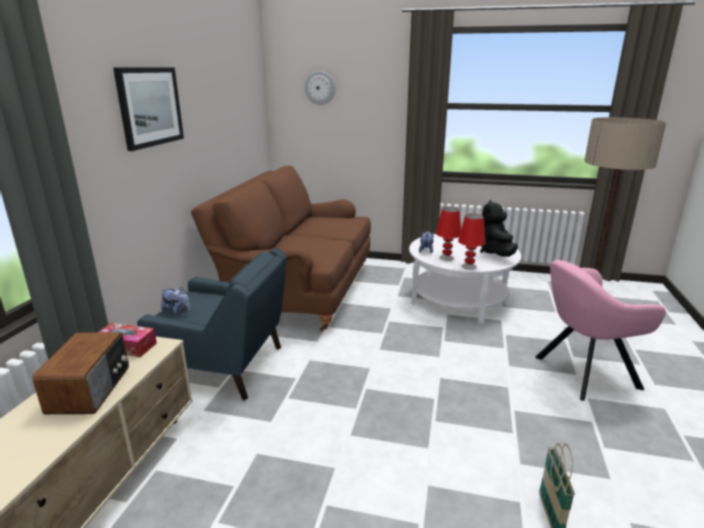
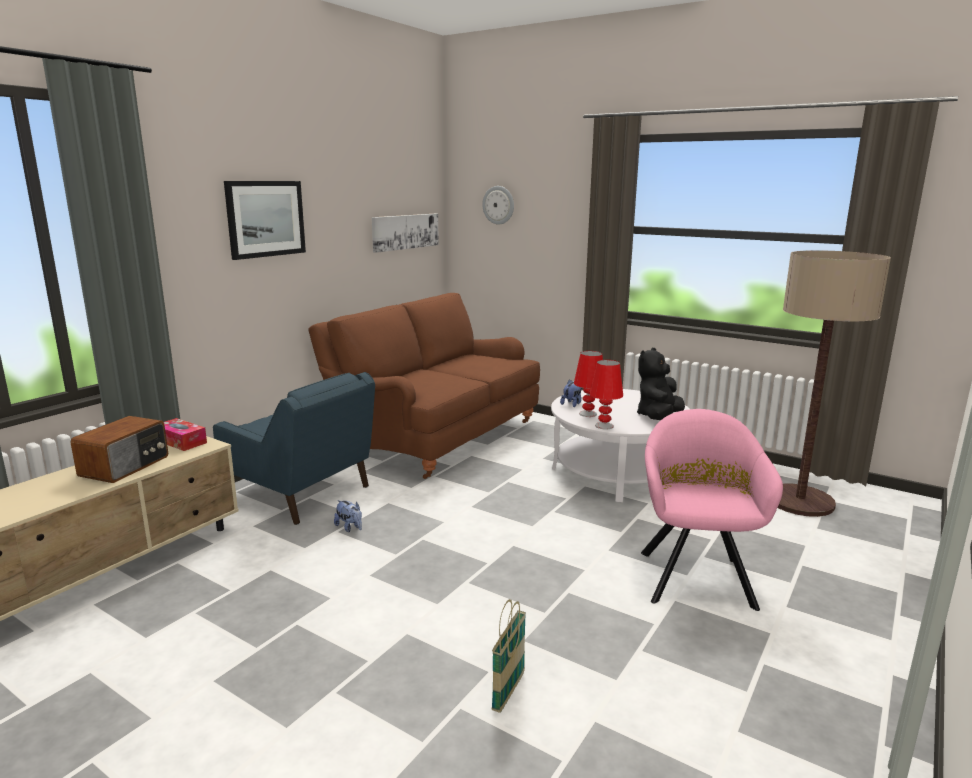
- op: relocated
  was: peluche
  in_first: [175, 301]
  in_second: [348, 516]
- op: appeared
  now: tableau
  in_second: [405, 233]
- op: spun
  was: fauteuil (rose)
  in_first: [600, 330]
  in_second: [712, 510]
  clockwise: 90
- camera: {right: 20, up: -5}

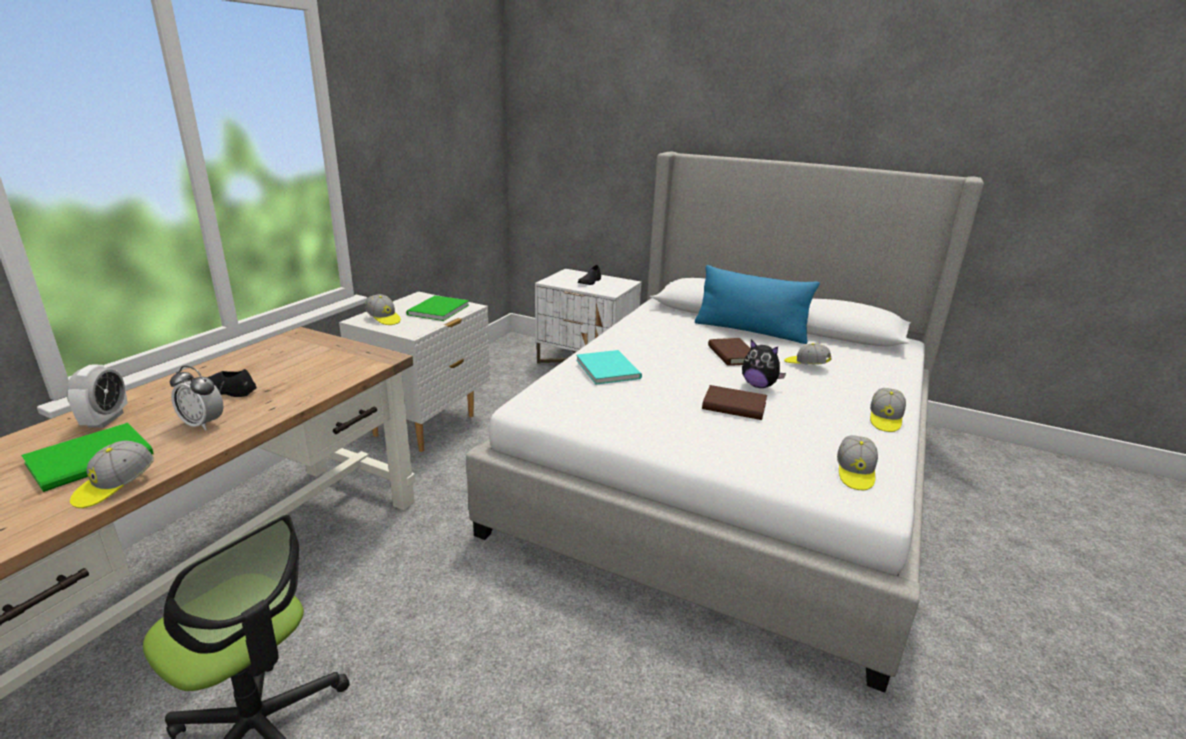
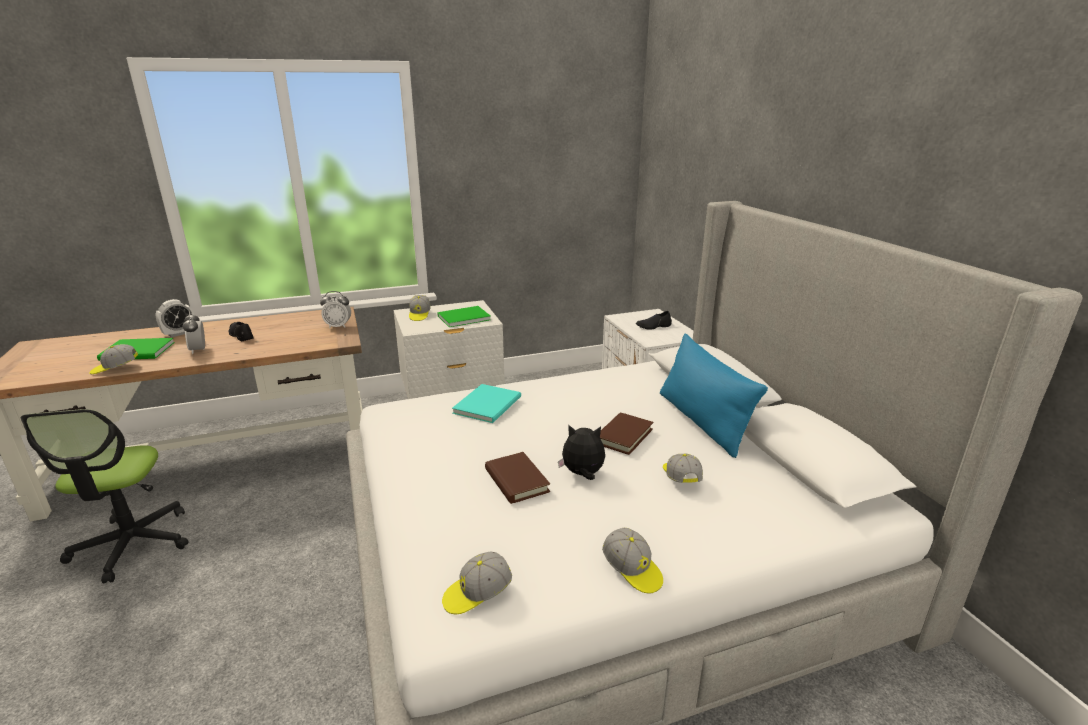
- op: appeared
  now: réveil
  in_second: [335, 309]
- op: spun
  was: peluche
  in_first: [764, 364]
  in_second: [581, 452]
  clockwise: 105
- op: spun
  was: casquette
  in_first: [888, 410]
  in_second: [632, 561]
  clockwise: -105
- camera: {right: 45, up: 0}

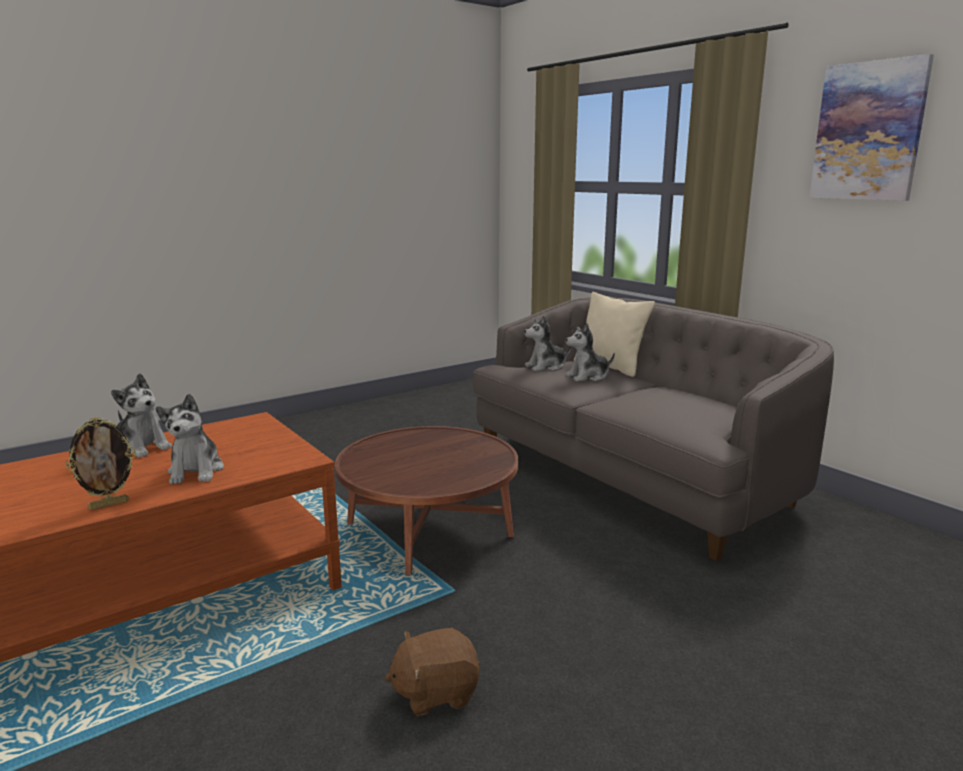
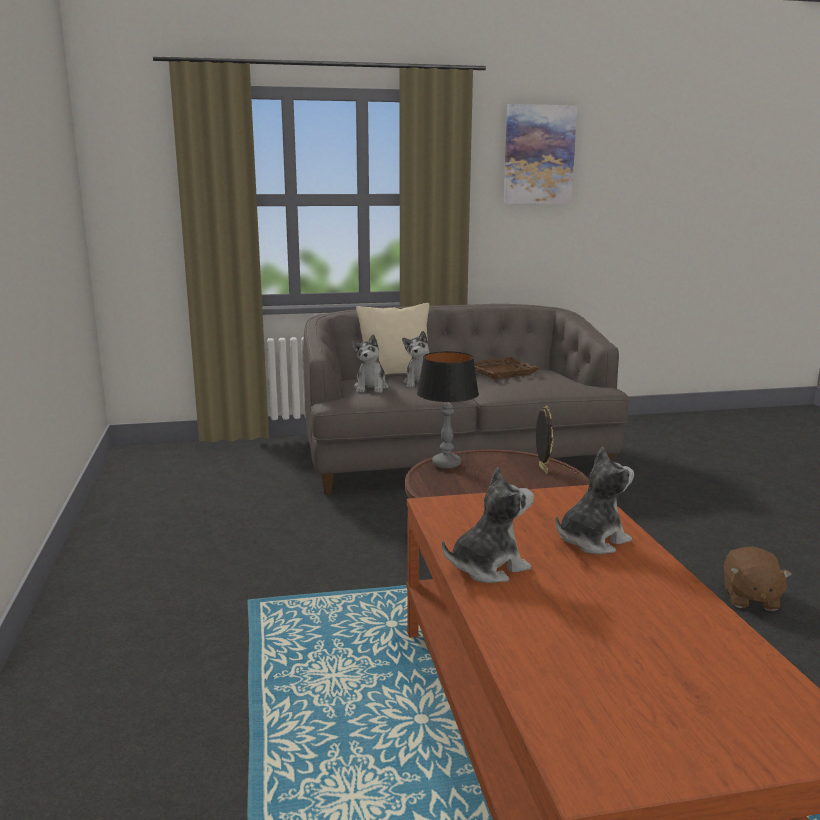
- op: appeared
  now: lampe de table
  in_second: [448, 409]
- op: appeared
  now: plateau (marron)
  in_second: [507, 368]
- op: relocated
  was: cadre photo
  in_first: [101, 463]
  in_second: [545, 439]
- op: spun
  was: peluche
  in_first: [190, 439]
  in_second: [594, 500]
  clockwise: -45
- camera: {right: -65, up: 0}

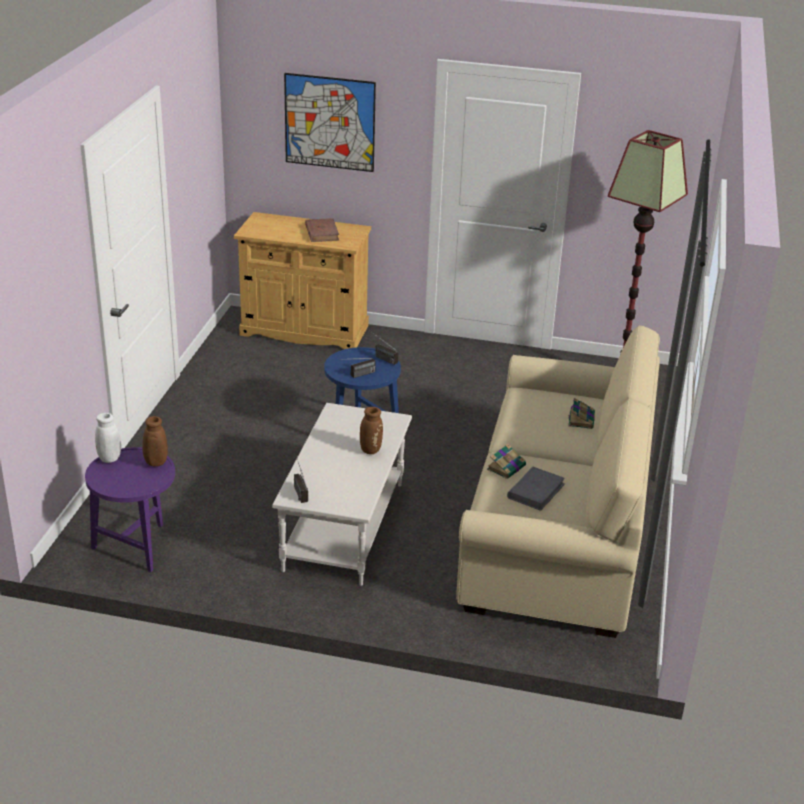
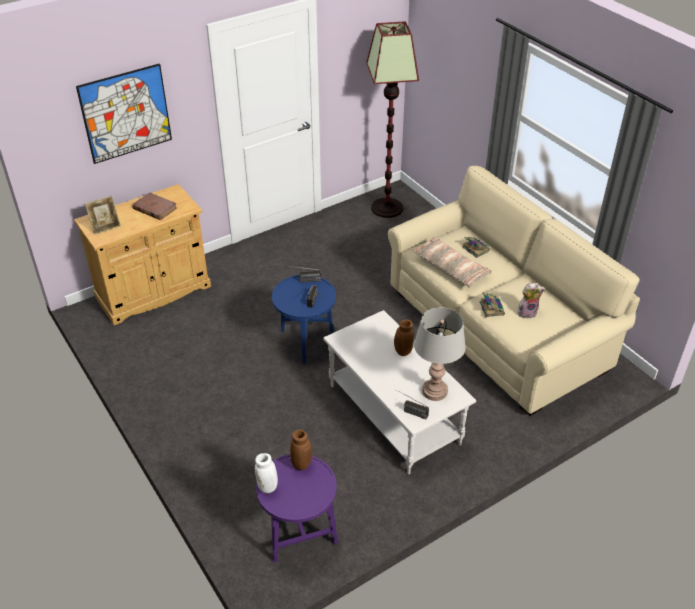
- op: appeared
  now: cadre photo
  in_second: [103, 215]
- op: appeared
  now: coussin
  in_second: [452, 262]
- op: appeared
  now: lampe de table (gris)
  in_second: [440, 354]
- op: exchanged
  was: livre (gris)
  now: peluche
  in_first: [536, 489]
  in_second: [531, 300]
- camera: {right: -45, up: 10}

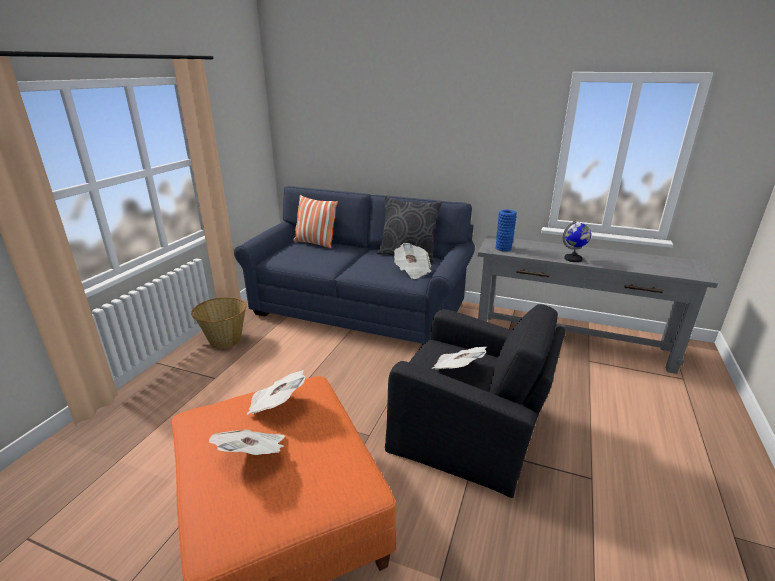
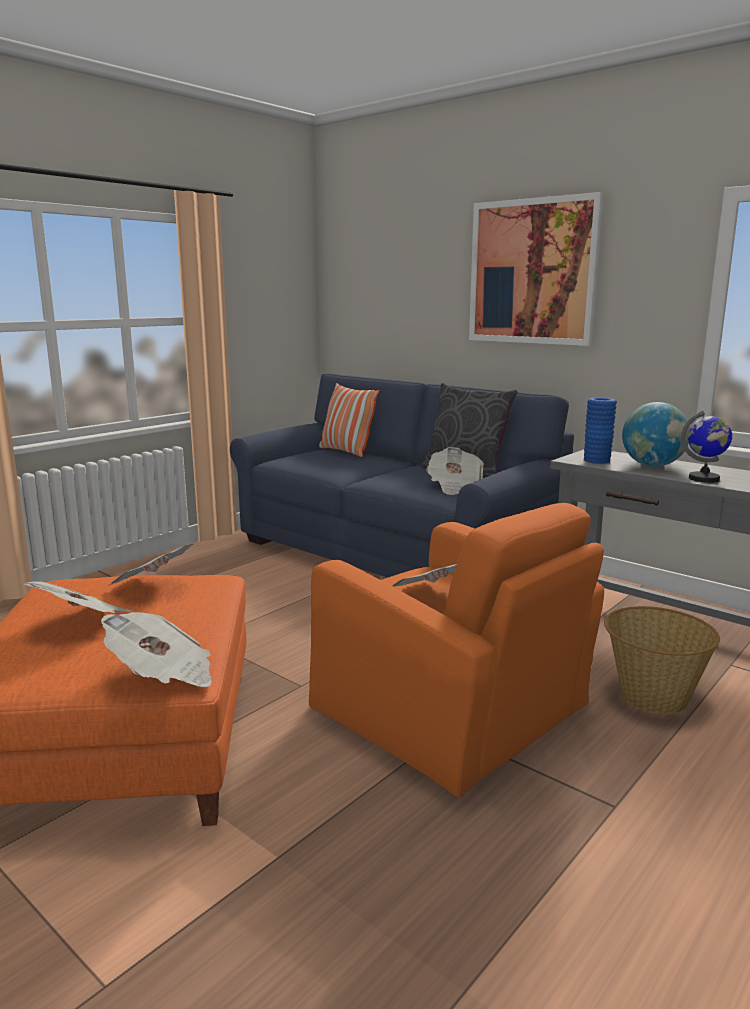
- op: appeared
  now: journal
  in_second: [156, 649]
- op: colour
  was: fauteuil (noir)
  now: fauteuil (orange)
  in_first: [475, 401]
  in_second: [456, 650]
- op: appeared
  now: tableau
  in_second: [536, 269]
- op: relocated
  was: panier
  in_first: [218, 323]
  in_second: [662, 660]
- op: appeared
  now: globe
  in_second: [656, 434]
- camera: {right: 20, up: -10}

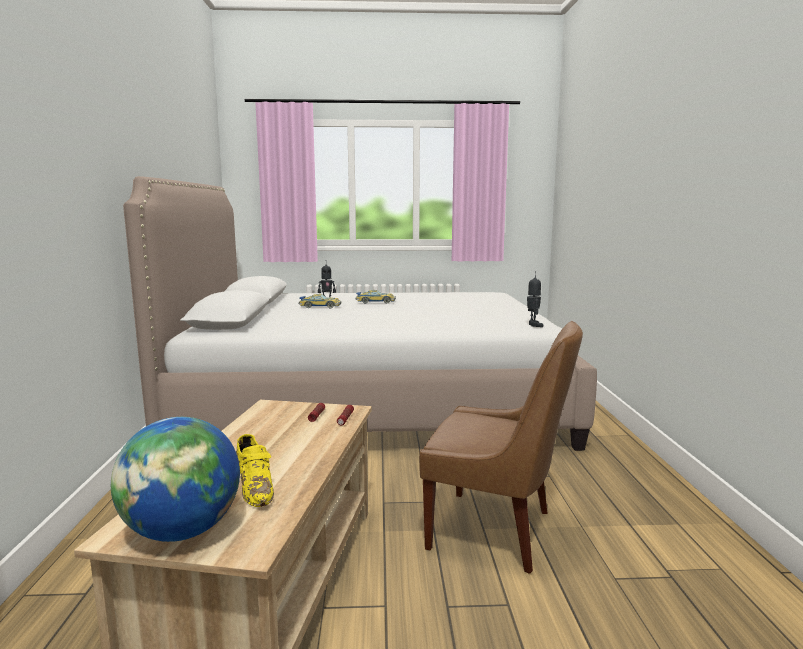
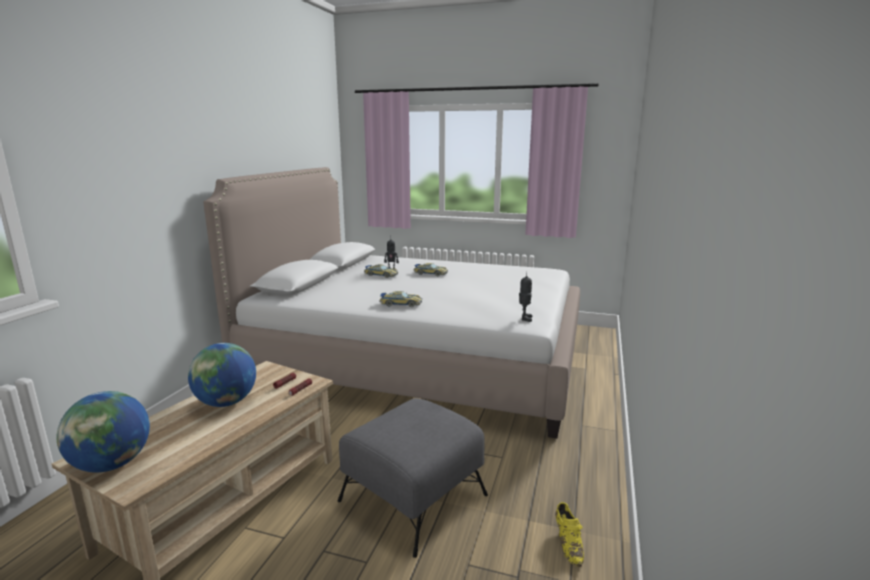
- op: appeared
  now: globe
  in_second: [222, 375]
- op: exchanged
  was: chaise (marron)
  now: pouf (gris)
  in_first: [501, 447]
  in_second: [412, 478]
- op: appeared
  now: petite voiture
  in_second: [400, 299]
- op: relocated
  was: chaussure (jaune)
  in_first: [255, 470]
  in_second: [569, 534]
- camera: {right: 20, up: 5}

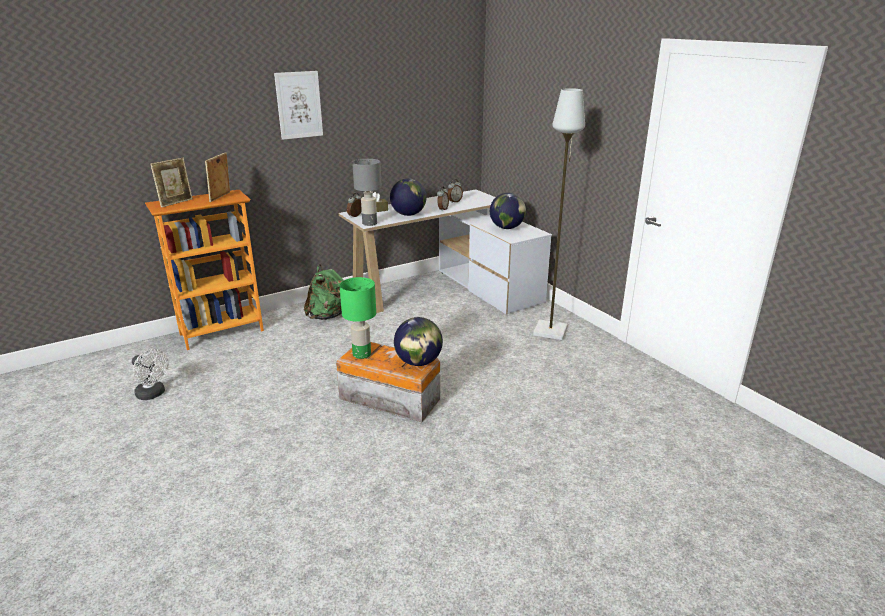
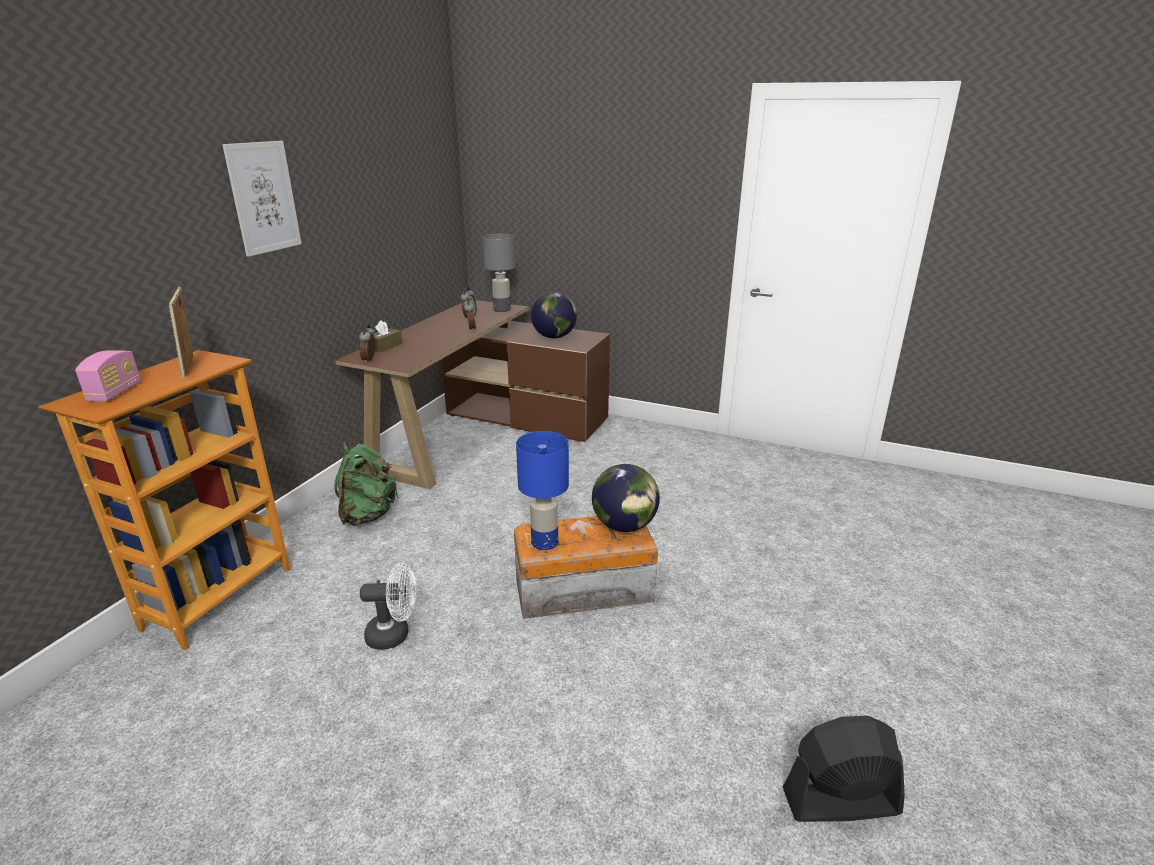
- op: exchanged
  was: cadre photo
  now: radio
  in_first: [172, 183]
  in_second: [108, 376]
- op: colour
  was: bureau (blanc)
  now: bureau (marron)
  in_first: [445, 251]
  in_second: [472, 394]
- op: relocated
  was: ventilateur (blanc)
  in_first: [150, 374]
  in_second: [388, 606]
- op: relocated
  was: lampe de table (gris)
  in_first: [367, 192]
  in_second: [499, 273]
- op: colour
  was: lampe de table (vert)
  now: lampe de table (bleu)
  in_first: [358, 318]
  in_second: [542, 490]
- op: appeared
  now: ventilateur (noir)
  in_second: [844, 768]
- op: missing
  was: globe
  in_first: [408, 197]
- op: missing
  was: lampadaire (gris)
  in_first: [559, 214]
- camera: {right: -35, up: 0}

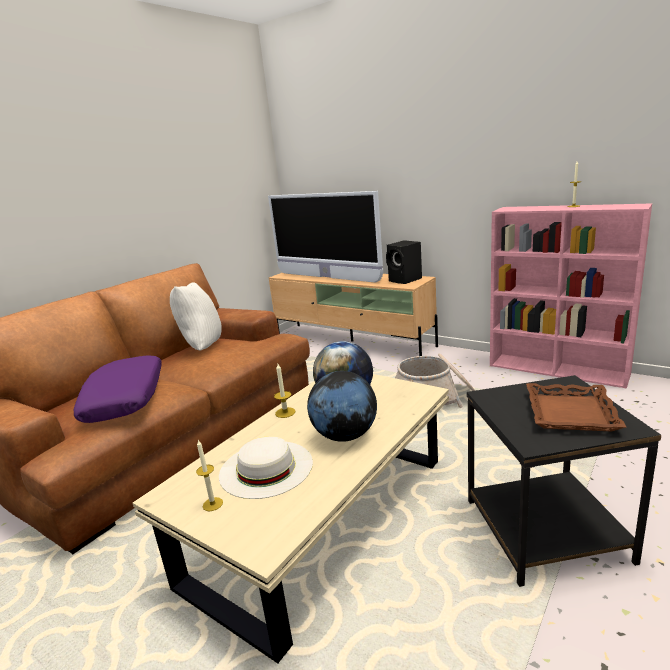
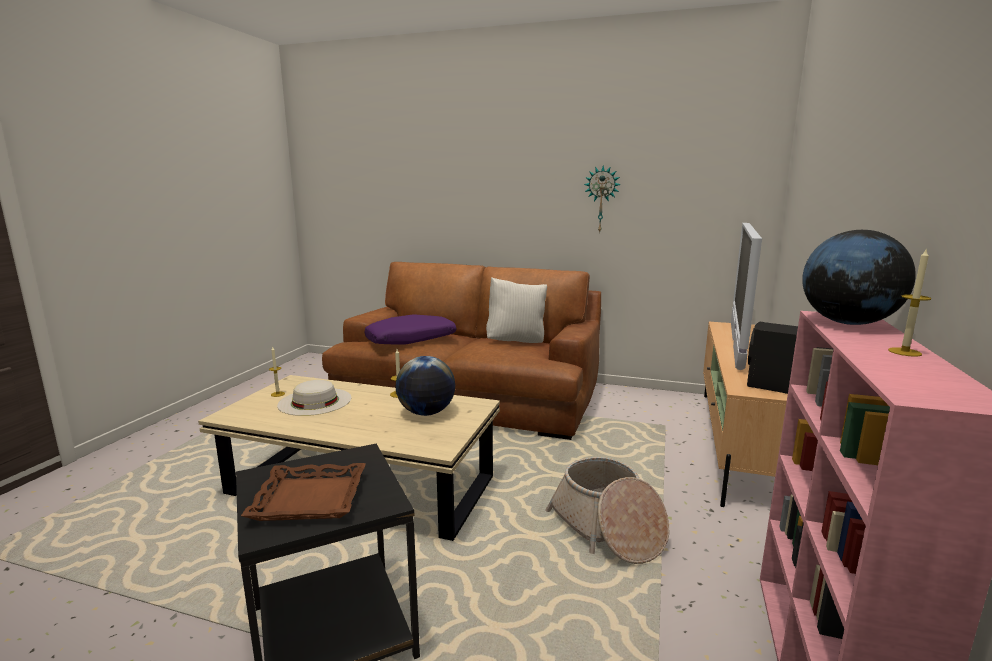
- op: appeared
  now: horloge murale
  in_second: [602, 199]
- op: relocated
  was: globe
  in_first: [342, 406]
  in_second: [859, 277]
- camera: {right: 70, up: -5}

